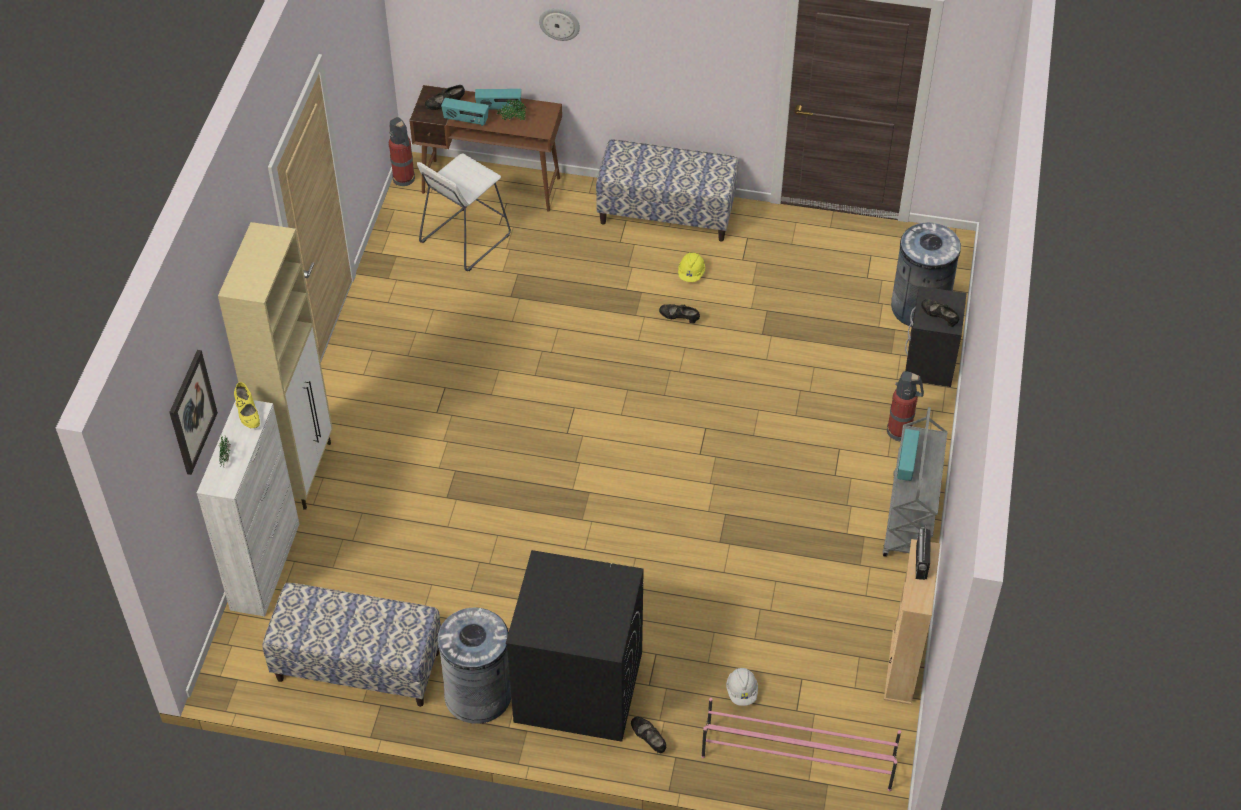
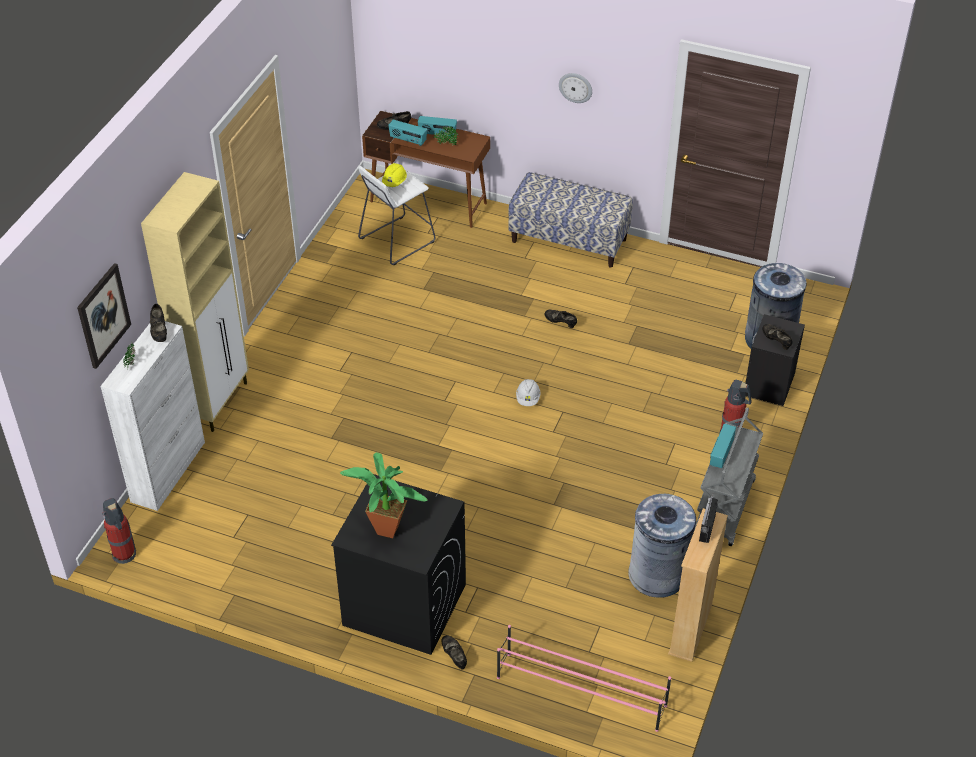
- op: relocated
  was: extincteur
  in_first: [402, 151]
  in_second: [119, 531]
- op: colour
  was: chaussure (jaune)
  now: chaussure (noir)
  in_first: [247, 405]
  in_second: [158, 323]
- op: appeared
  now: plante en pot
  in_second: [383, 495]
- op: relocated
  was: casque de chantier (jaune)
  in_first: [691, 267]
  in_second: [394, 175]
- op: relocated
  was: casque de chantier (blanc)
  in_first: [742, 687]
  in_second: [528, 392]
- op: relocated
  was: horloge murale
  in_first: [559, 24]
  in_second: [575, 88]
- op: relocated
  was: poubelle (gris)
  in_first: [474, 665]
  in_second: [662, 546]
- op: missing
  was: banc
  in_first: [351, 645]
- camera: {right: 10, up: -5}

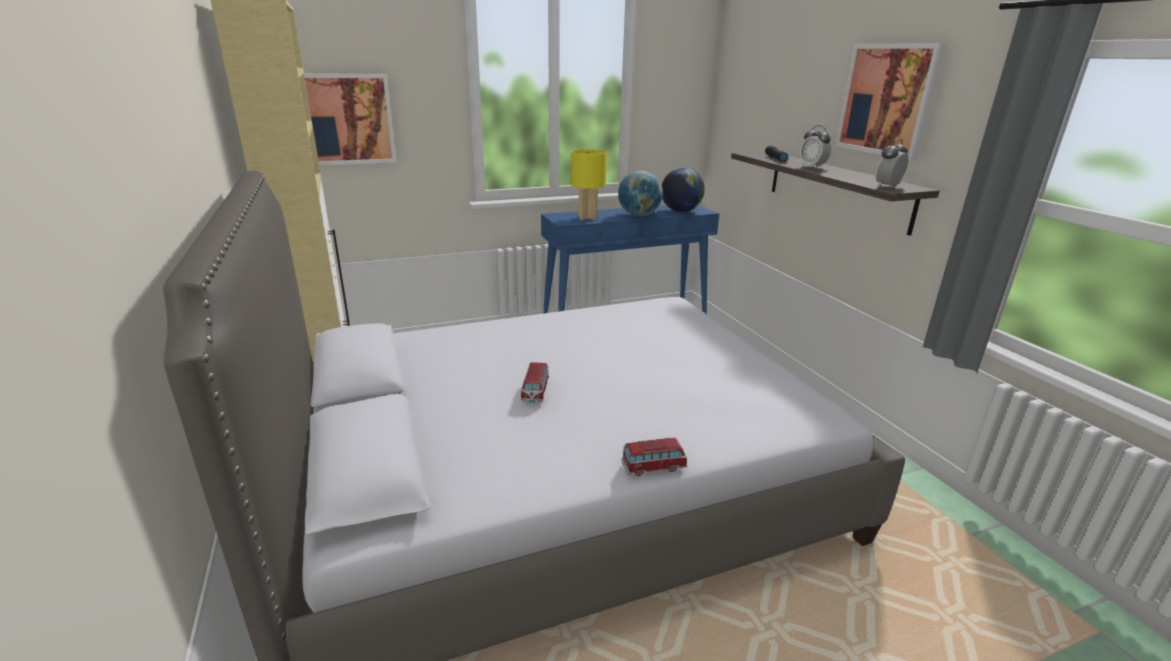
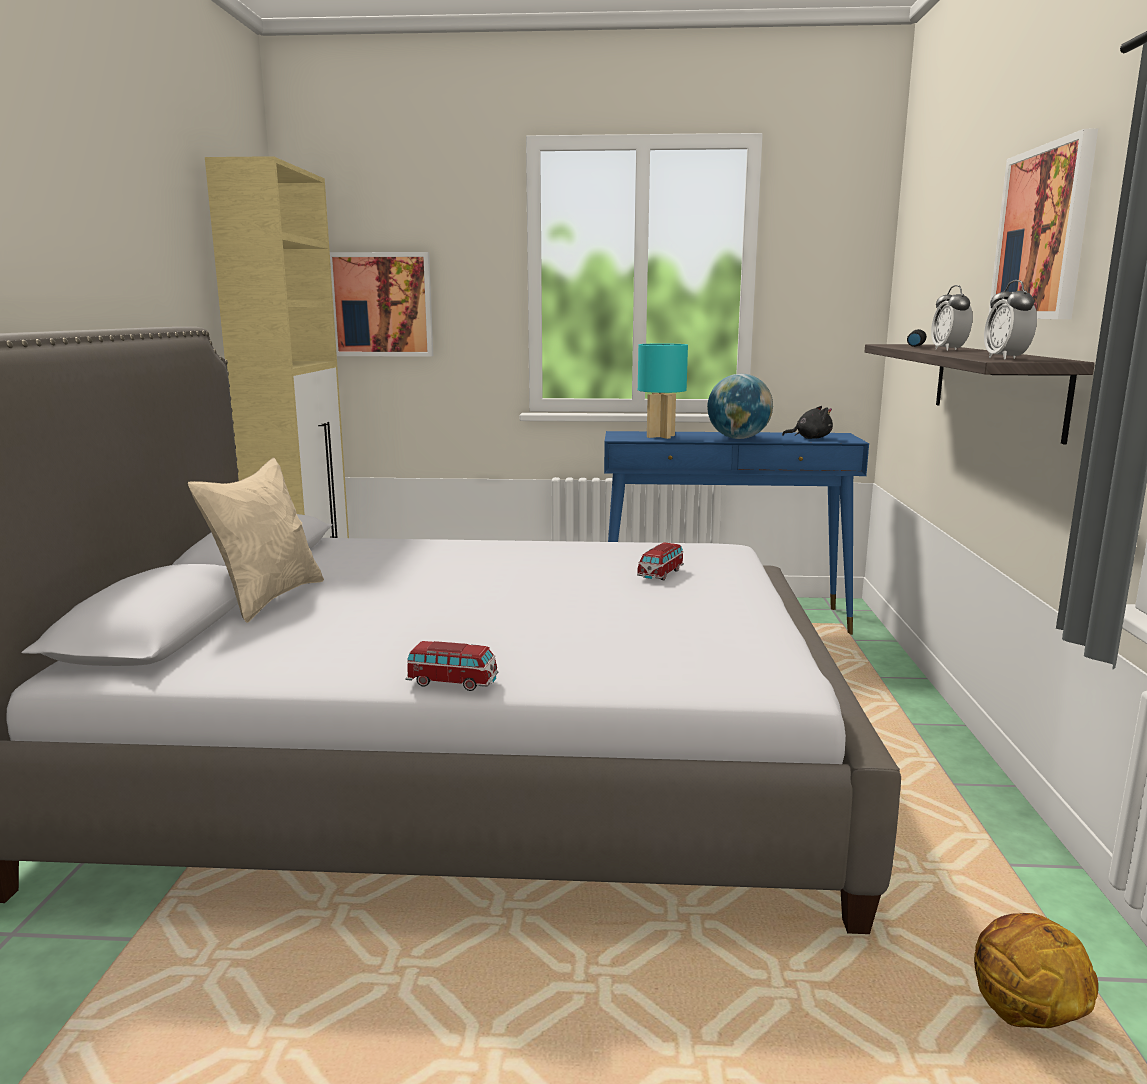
- op: appeared
  now: coussin (beige)
  in_second: [256, 540]
- op: relocated
  was: petite voiture
  in_first: [535, 382]
  in_second: [660, 561]
- op: colour
  was: lampe de table (jaune)
  now: lampe de table (turquoise)
  in_first: [589, 184]
  in_second: [663, 391]
- op: exchanged
  was: globe
  now: peluche (noir)
  in_first: [683, 190]
  in_second: [807, 422]
- op: appeared
  now: ballon de basket
  in_second: [1036, 970]
- op: spun
  was: réveil
  in_first: [892, 163]
  in_second: [1010, 320]
  clockwise: -75
- camera: {right: 25, up: -10}

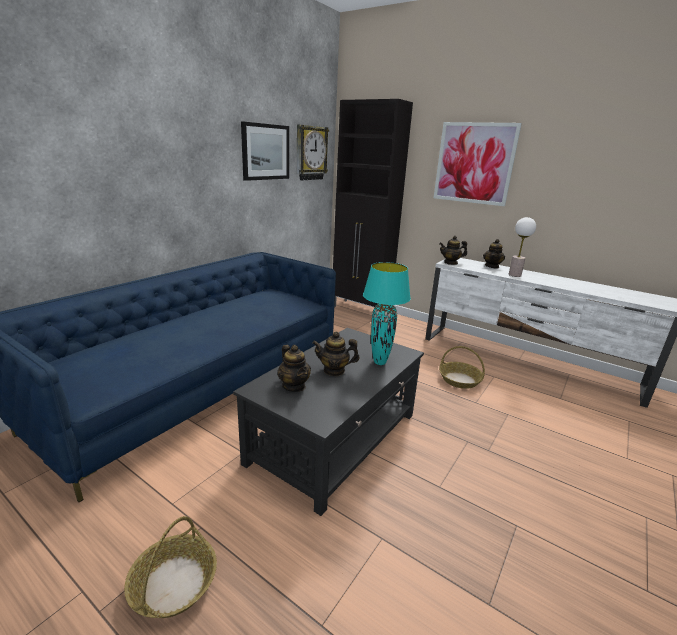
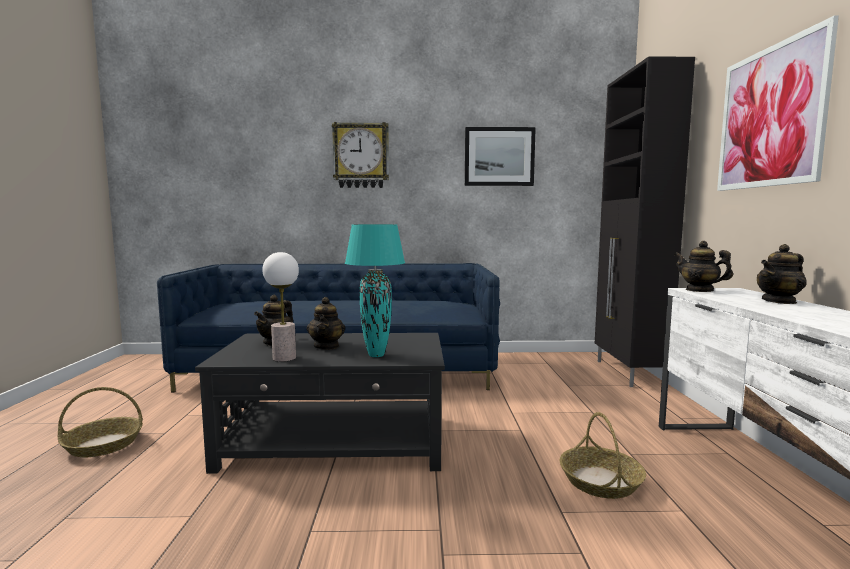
- op: relocated
  was: lampe de table
  in_first: [522, 247]
  in_second: [280, 307]
- op: spun
  was: théière
  in_first: [336, 354]
  in_second: [326, 323]
  clockwise: -150
- op: relocated
  was: horloge murale
  in_first: [313, 152]
  in_second: [360, 155]
- camera: {right: 55, up: -15}

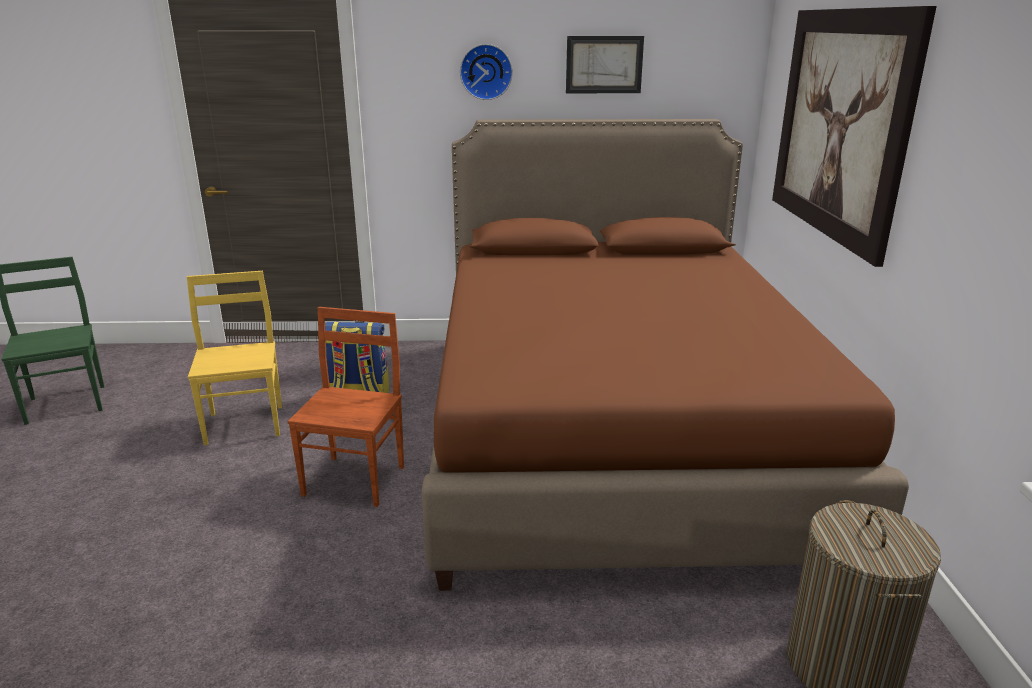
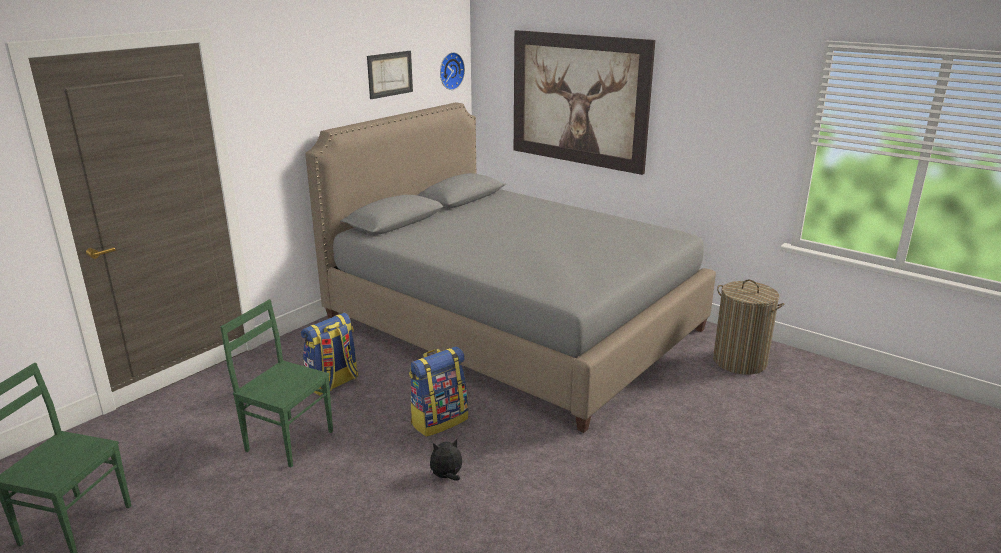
- op: colour
  was: chaise (jaune)
  now: chaise (vert)
  in_first: [234, 358]
  in_second: [276, 383]
- op: colour
  was: lit (marron)
  now: lit (gris)
  in_first: [665, 355]
  in_second: [510, 268]
- op: exchanged
  was: chaise (marron)
  now: sac à dos
  in_first: [345, 407]
  in_second: [438, 391]
- op: appeared
  now: peluche
  in_second: [445, 460]
- op: relocated
  was: horloge murale
  in_first: [486, 72]
  in_second: [452, 71]
- camera: {right: -50, up: 0}

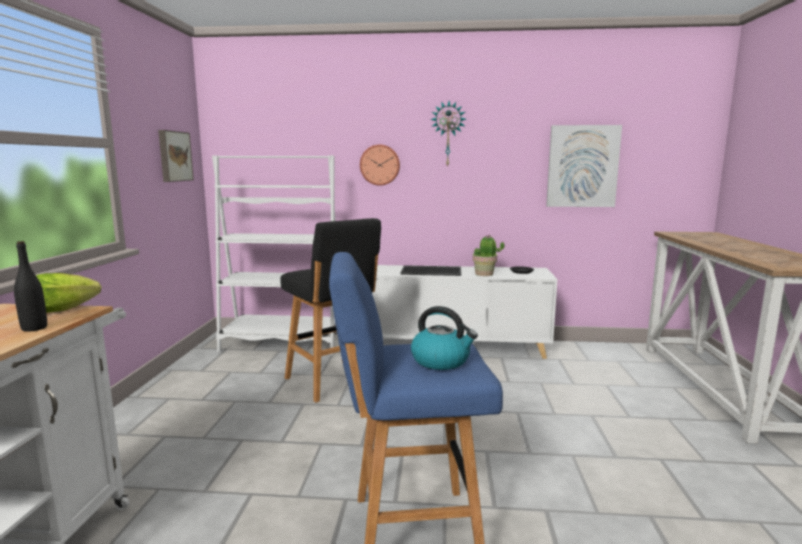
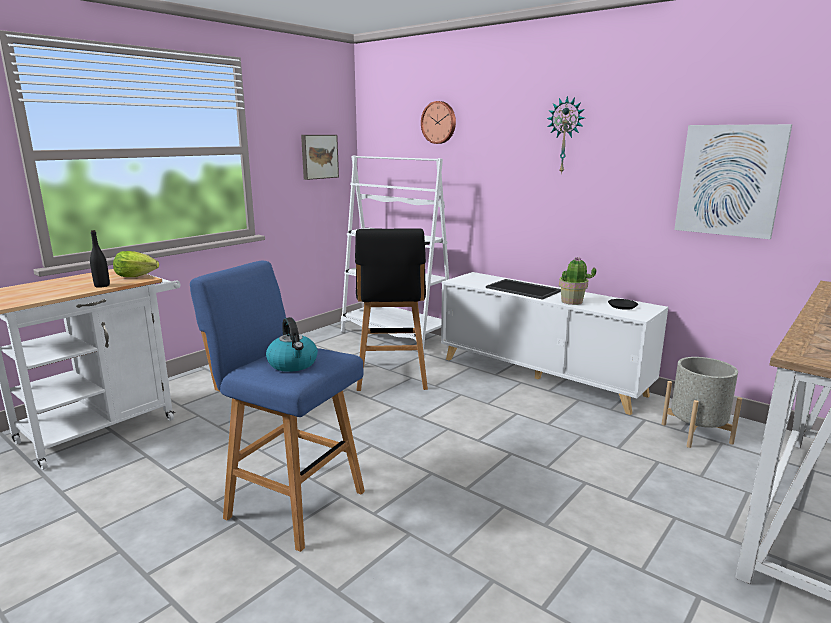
- op: relocated
  was: horloge murale
  in_first: [380, 165]
  in_second: [438, 122]
- op: appeared
  now: cache-pot (gris)
  in_second: [702, 402]
- camera: {right: 35, up: 5}

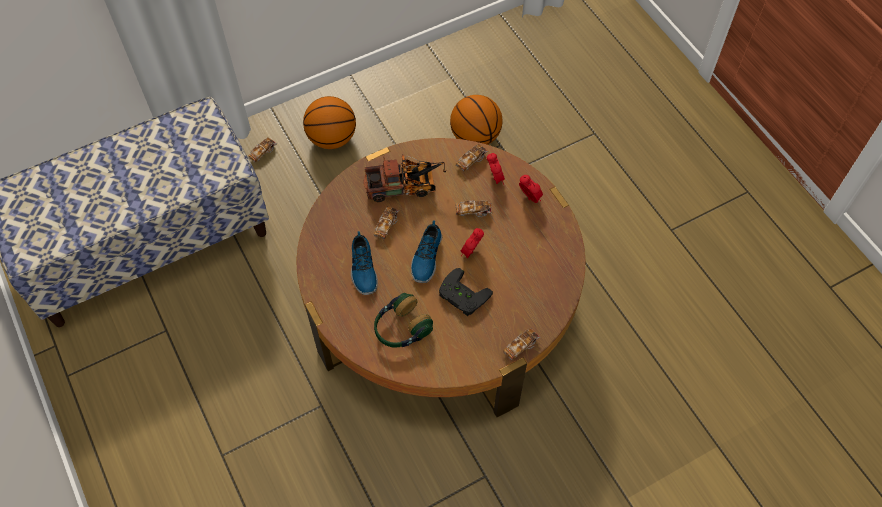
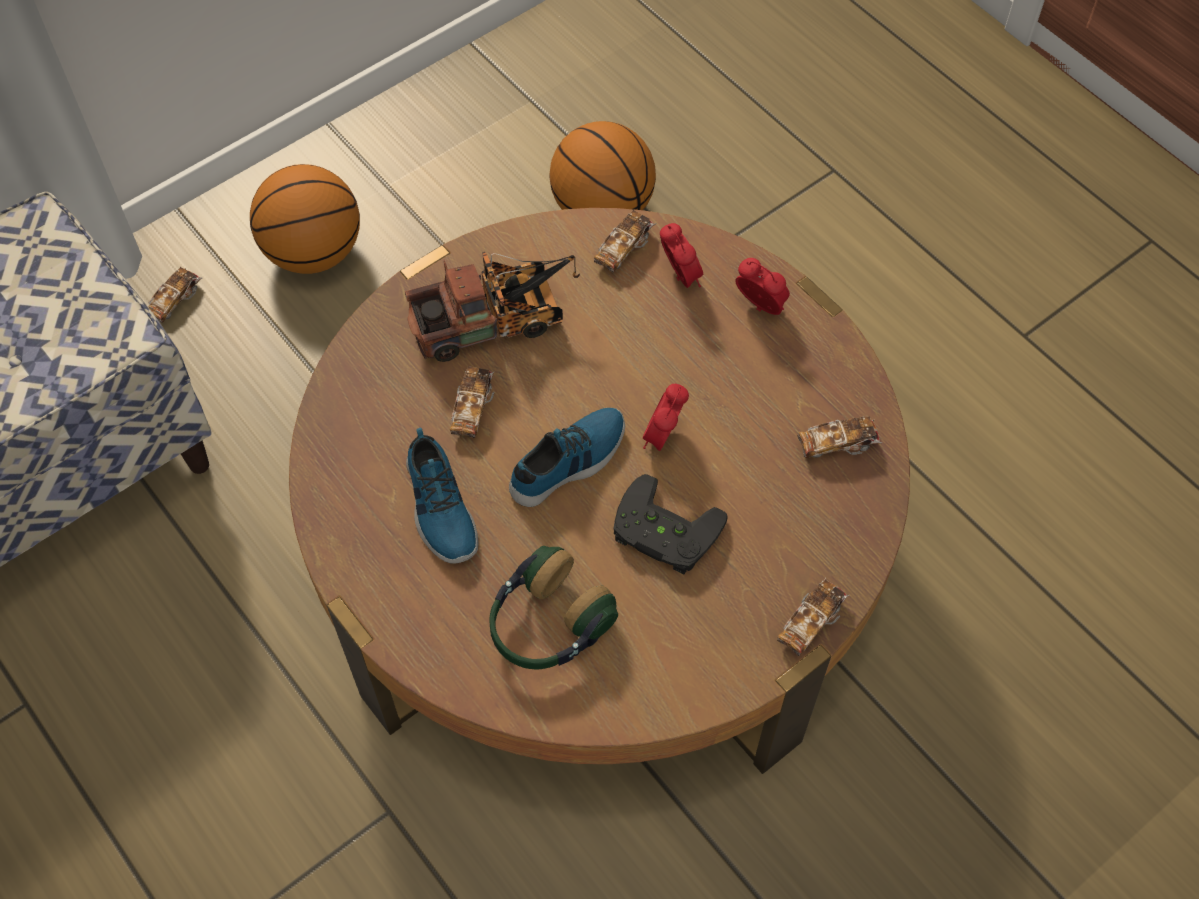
- op: spun
  was: chaussure
  in_first: [426, 252]
  in_second: [567, 457]
  clockwise: -135
- op: relocated
  was: petite voiture
  in_first: [473, 208]
  in_second: [839, 437]
- camera: {right: -10, up: 0}

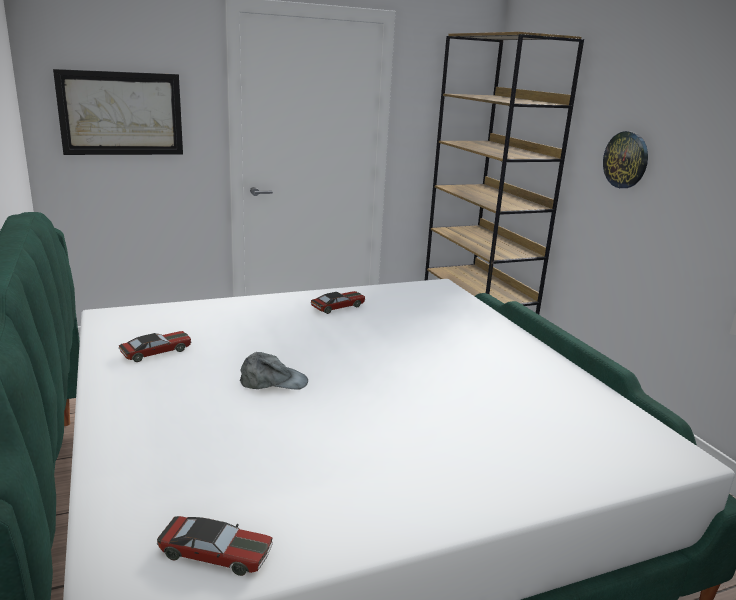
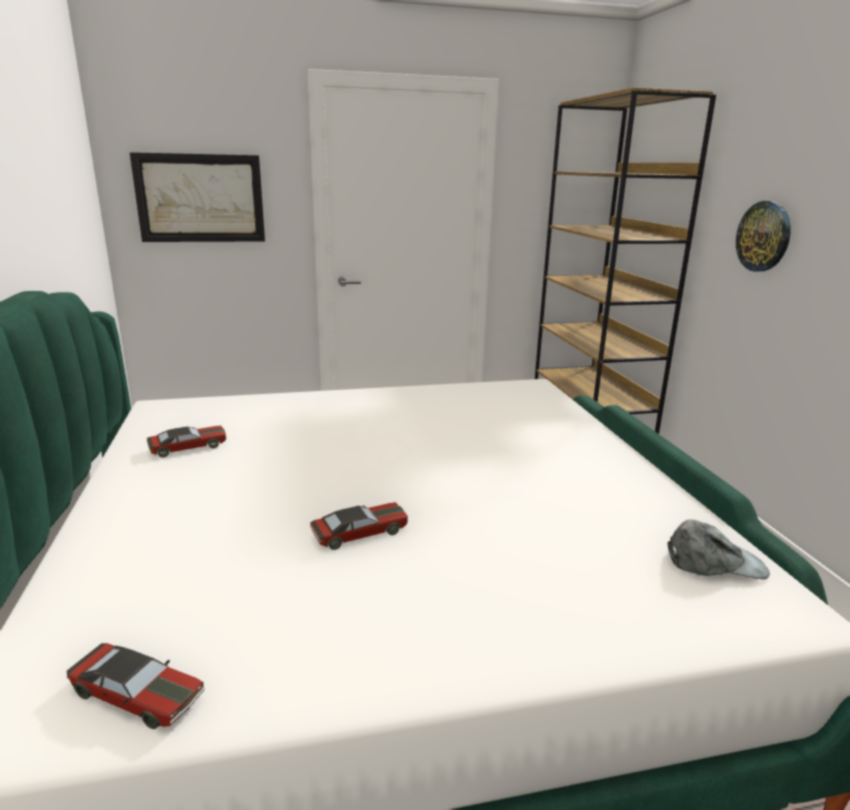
- op: relocated
  was: petite voiture
  in_first: [338, 302]
  in_second: [359, 526]
- op: relocated
  was: casquette (gris)
  in_first: [274, 371]
  in_second: [718, 549]
- camera: {right: 10, up: 0}

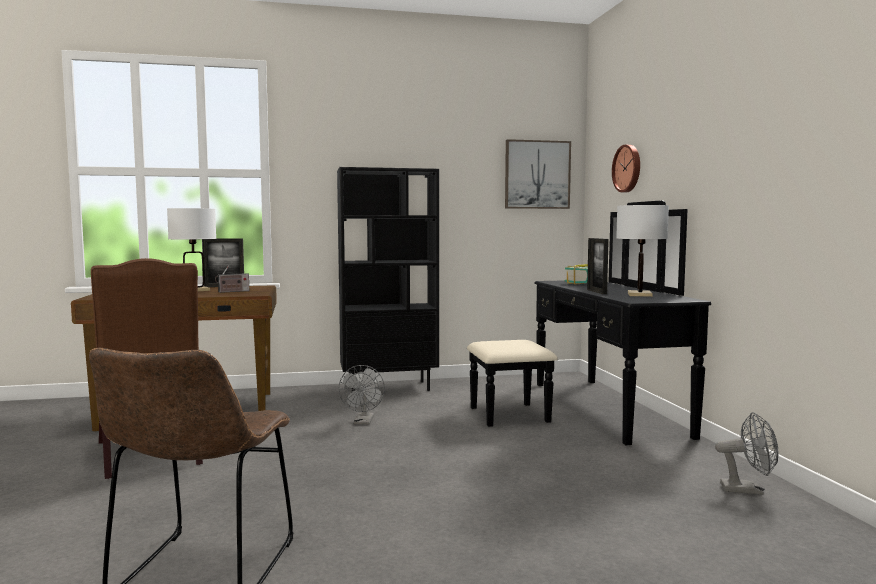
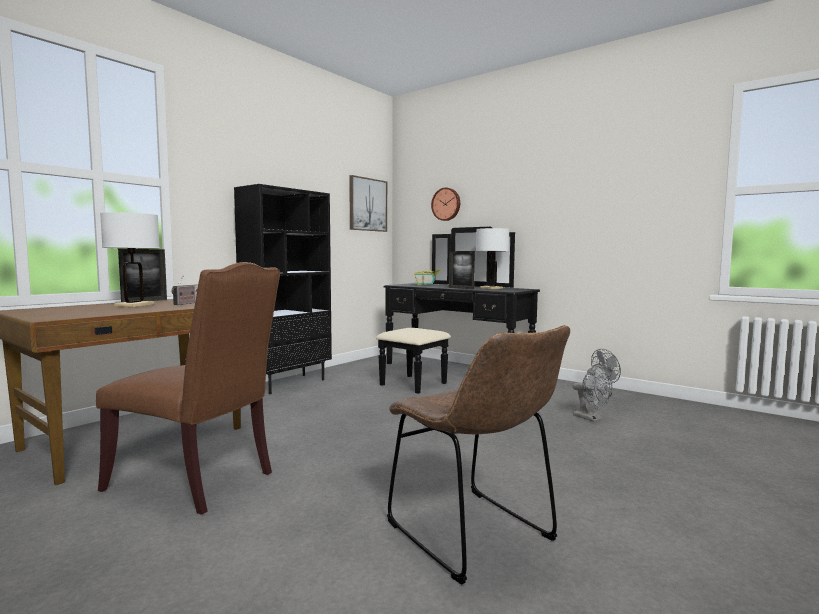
- op: relocated
  was: ventilateur (gris)
  in_first: [362, 395]
  in_second: [592, 394]
- camera: {right: -40, up: 0}

